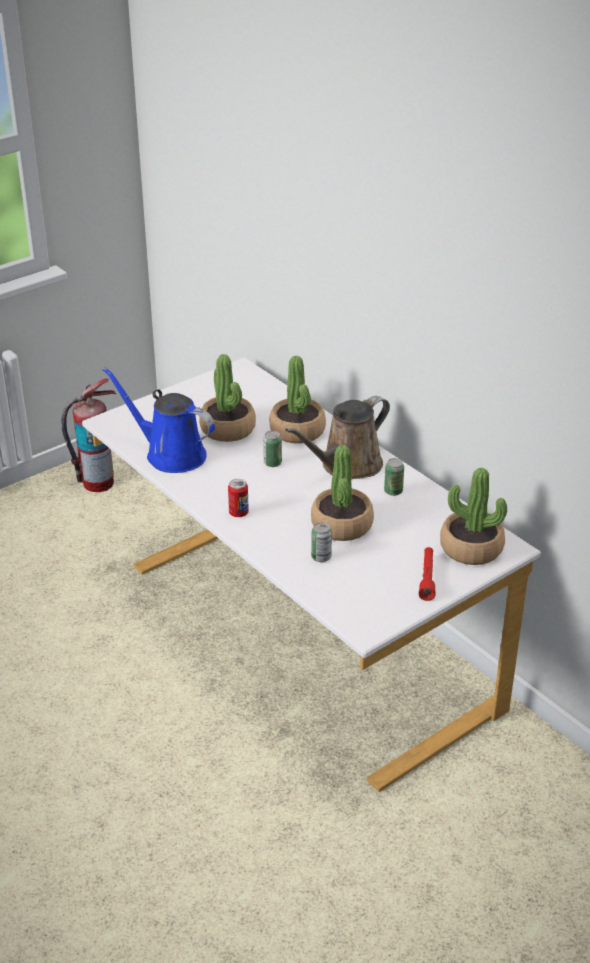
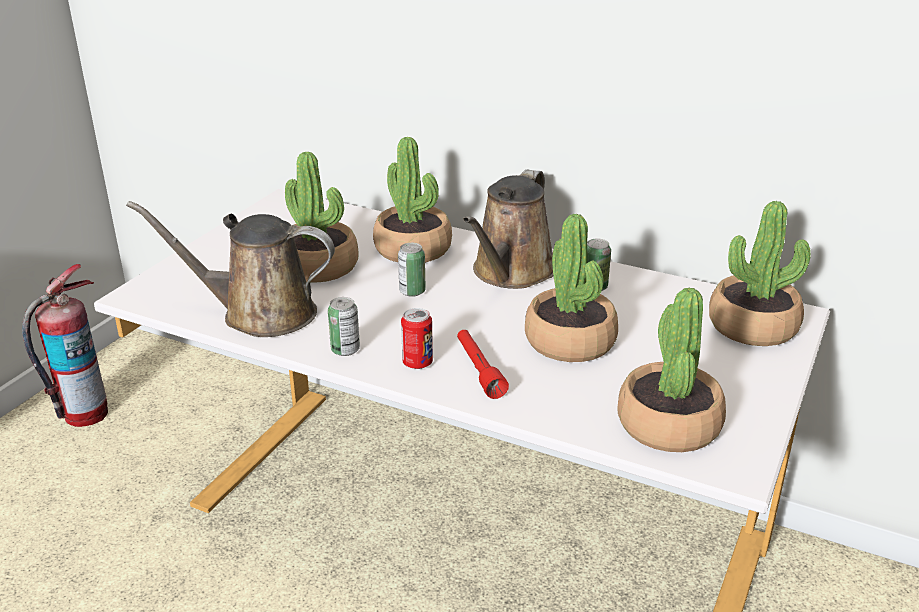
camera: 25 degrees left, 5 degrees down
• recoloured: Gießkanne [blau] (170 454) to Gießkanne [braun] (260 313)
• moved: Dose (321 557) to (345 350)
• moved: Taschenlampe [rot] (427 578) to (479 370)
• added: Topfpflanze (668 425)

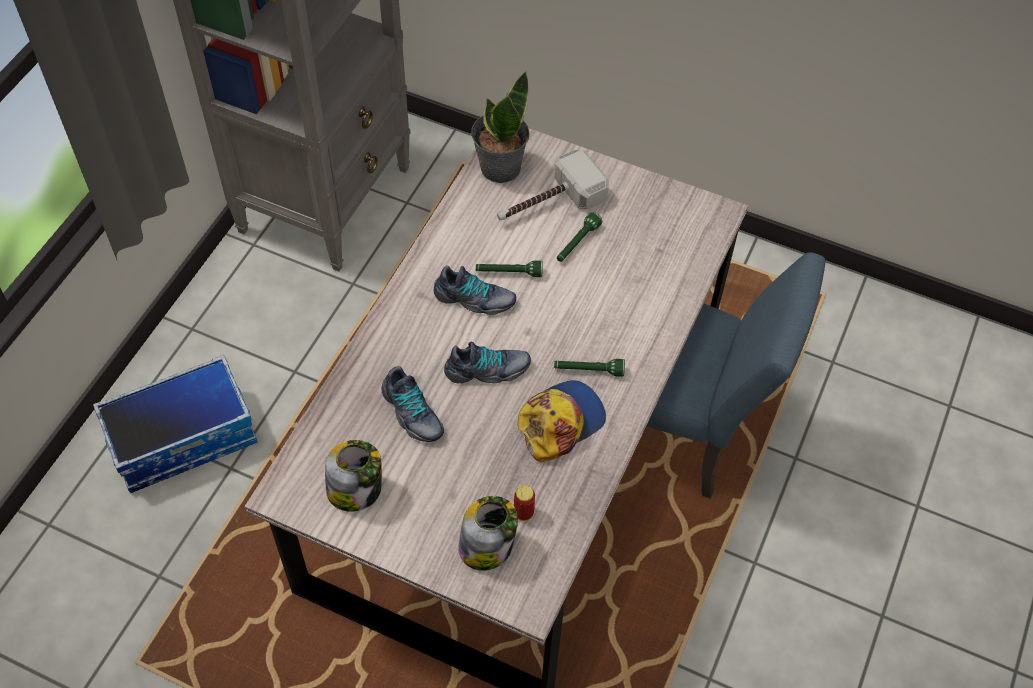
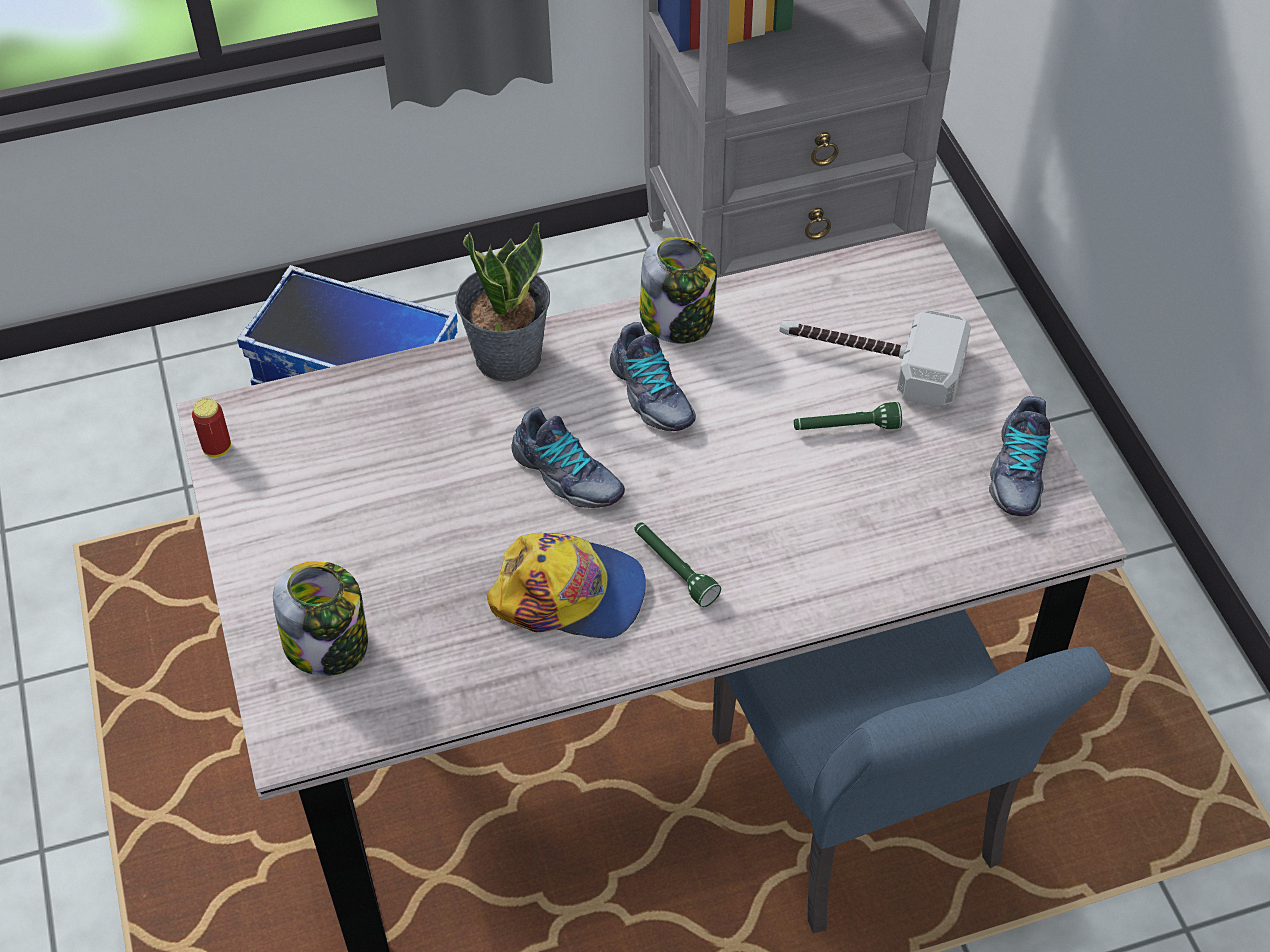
camera: 50 degrees right, 5 degrees down
• moved: Vorratsglas (356 489) to (678 320)
• moved: Schuh (411 413) to (1017 471)
• moved: Topfpflanze (499 167) to (507 356)
• removed: Taschenlampe [grün] (509 273)
• moved: Dose (523 513) to (217 448)

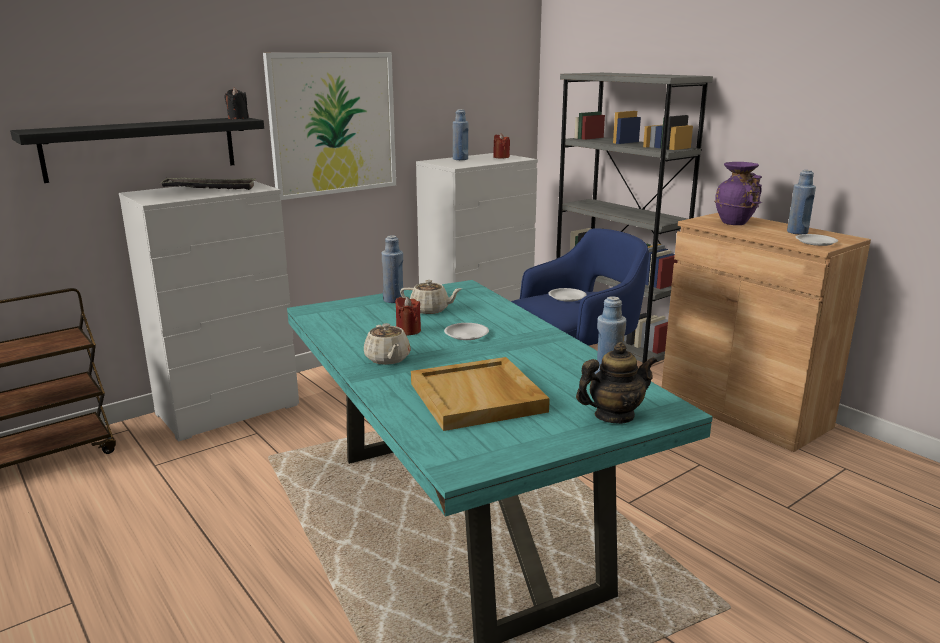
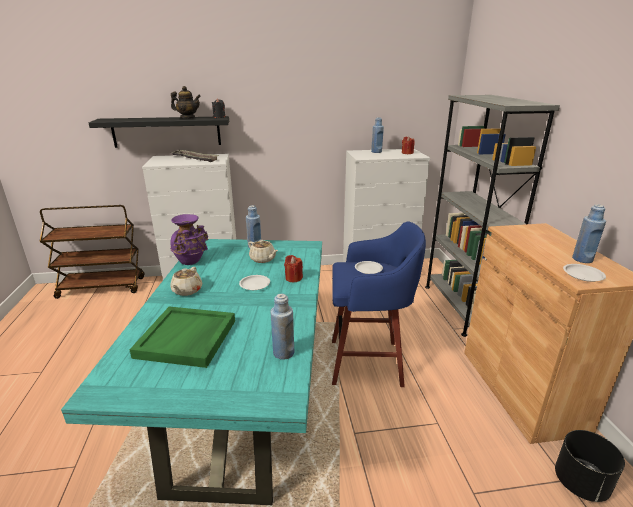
camera: 30 degrees right, 5 degrees up
• removed: Bild (333 124)
• moved: Kerze [rot] (408 331) to (293 278)
• recoloured: Tablett [beige] (478 398) to Tablett [grün] (187 339)
• moved: Teekanne (614 416) to (188 118)
• moved: Vase [lila] (735 222) to (191 261)
• added: Pflanzkübel [schwarz] (581 483)

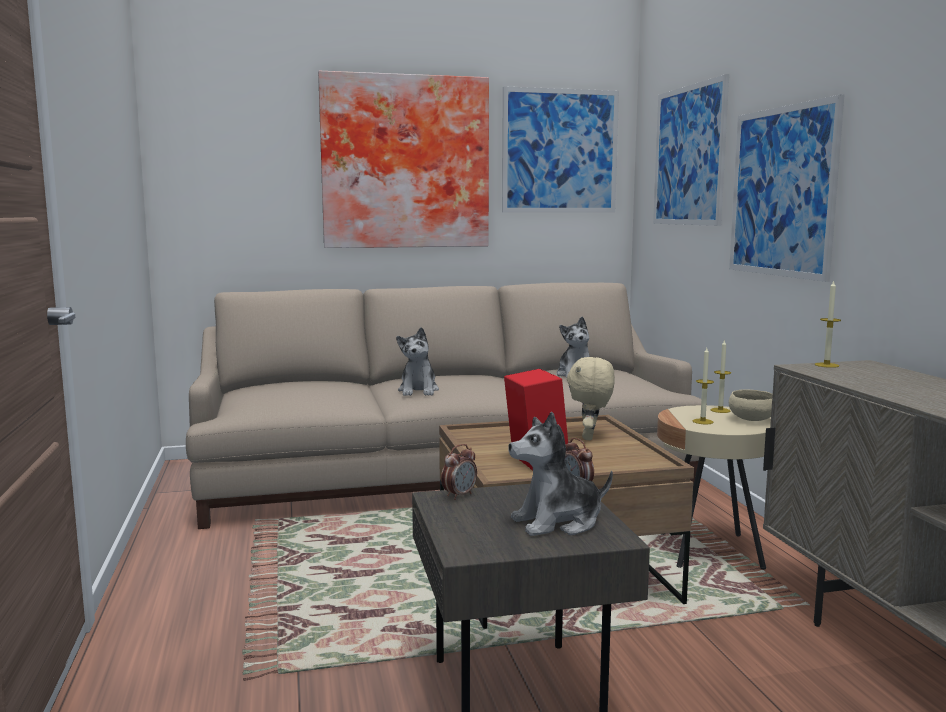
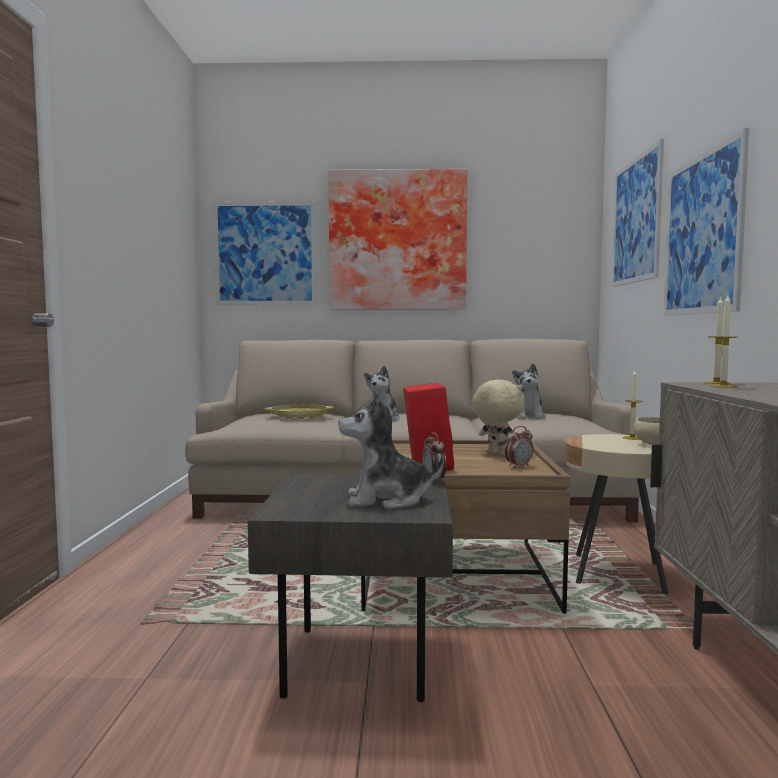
camera: 15 degrees right, 5 degrees down
• moved: Wecker (459 495) to (519 466)
• moved: Bild (560 151) to (265 253)
• turned: Plüschtier [beige] (590 437) = (496 454) 120 degrees clockwise
• moved: Kerze (702 421) to (723 386)
• added: Tablett [gelb] (299 416)

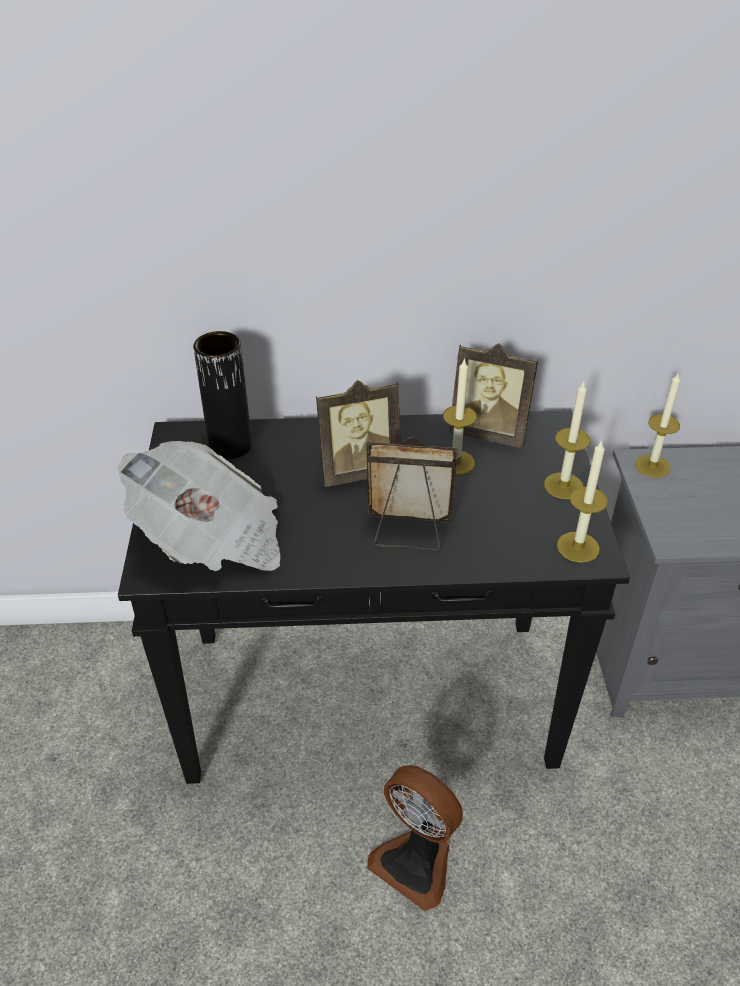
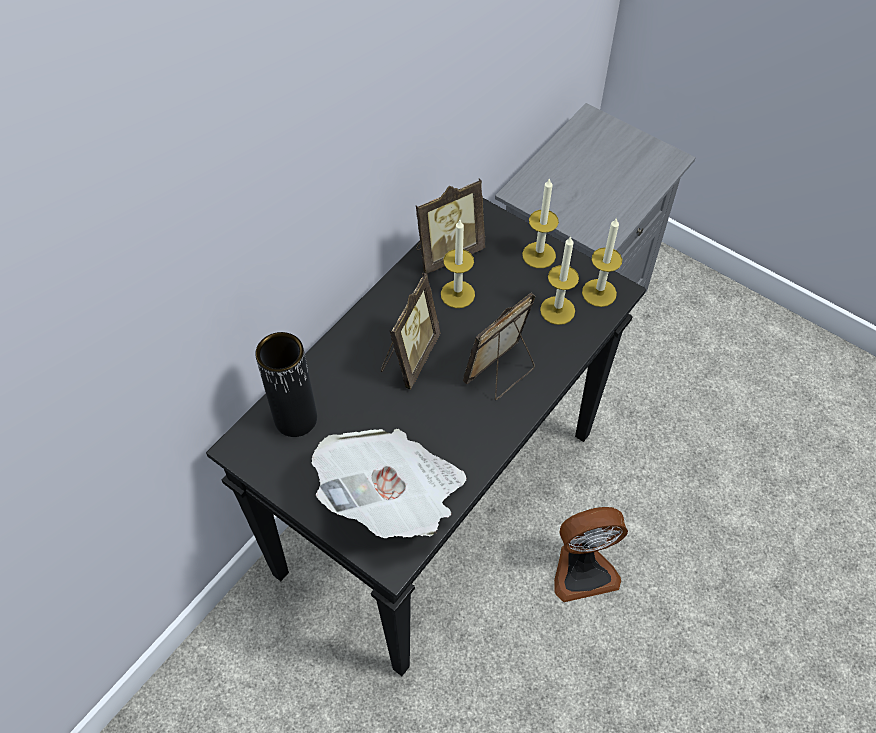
camera: 50 degrees left, 15 degrees up
• moved: Kerze (652 466) to (557 310)

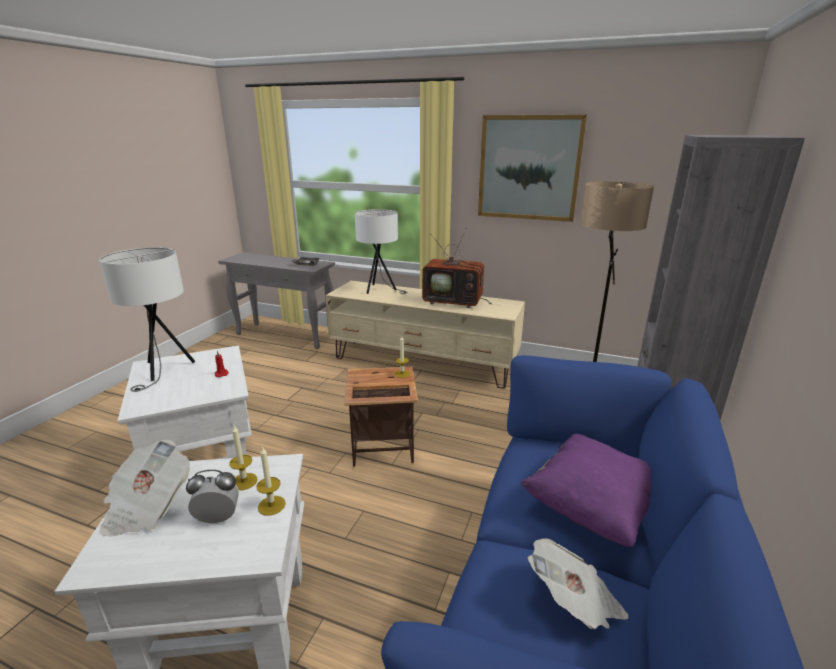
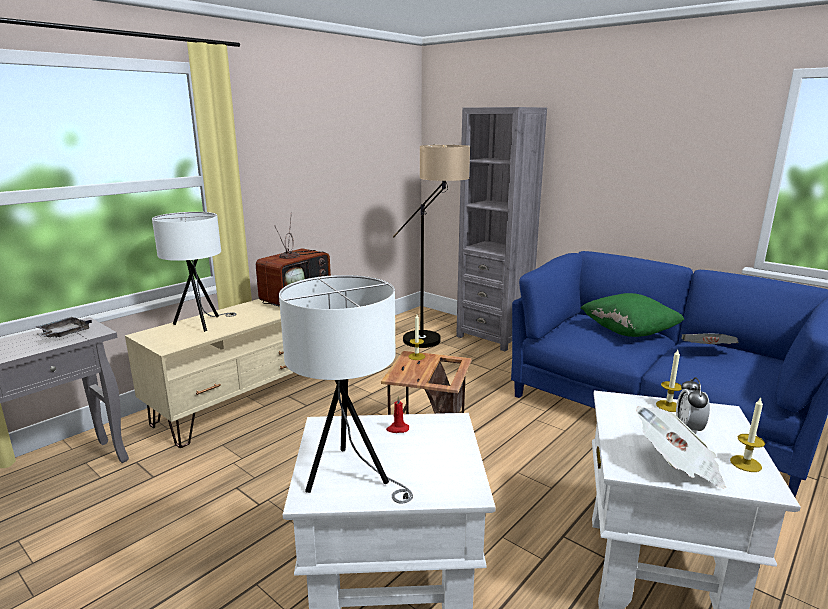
camera: 70 degrees left, 5 degrees down
• moved: Kerze (244 481) to (745 463)
• removed: Bild (529 168)
• recoloured: Kissen [lila] (593 507) to Kissen [grün] (628 332)

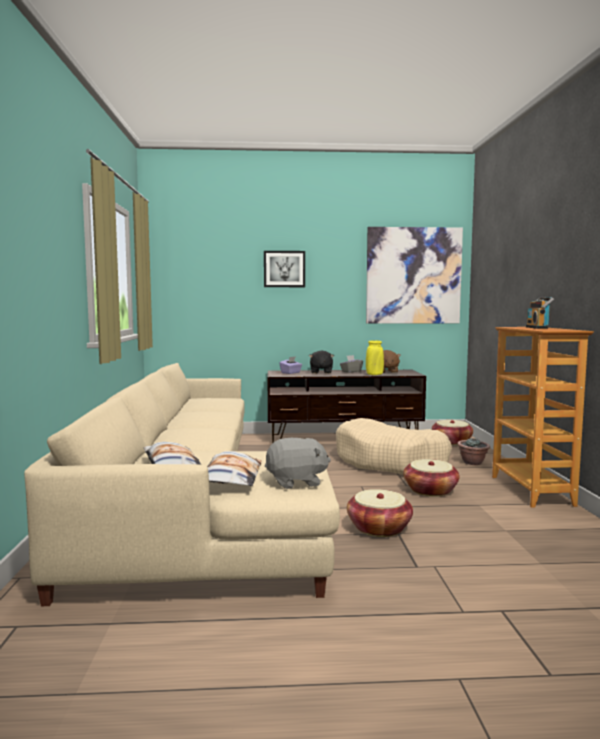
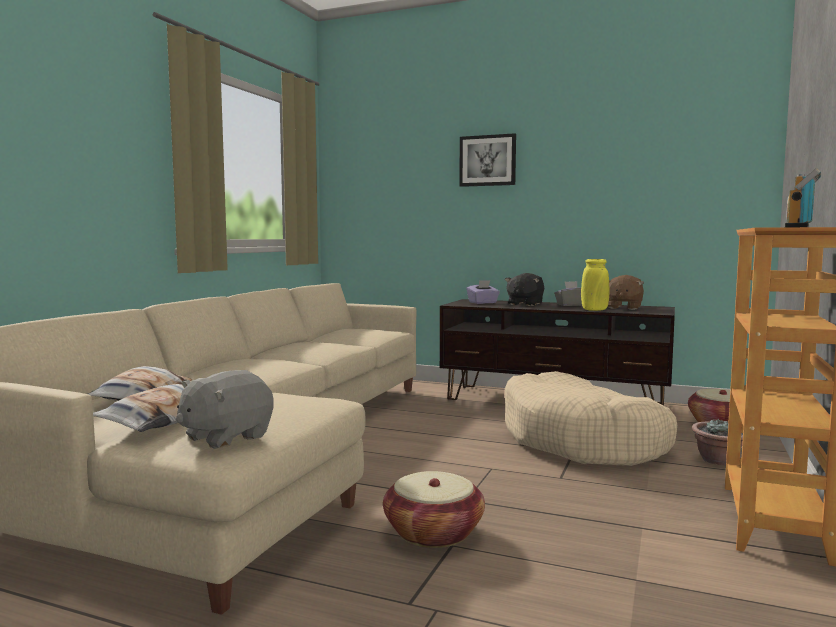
camera: 25 degrees right, 0 degrees up
• turned: Plüschtier [grau] (296 482) = (226 437) 120 degrees clockwise
• removed: Bild (413 276)
• removed: Korb (430 490)

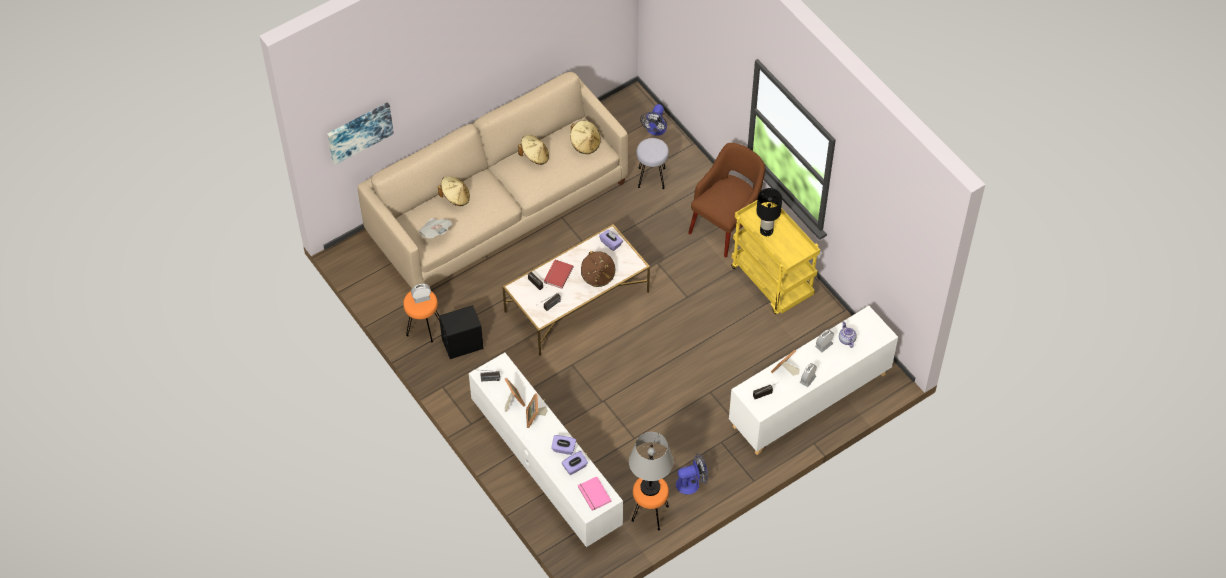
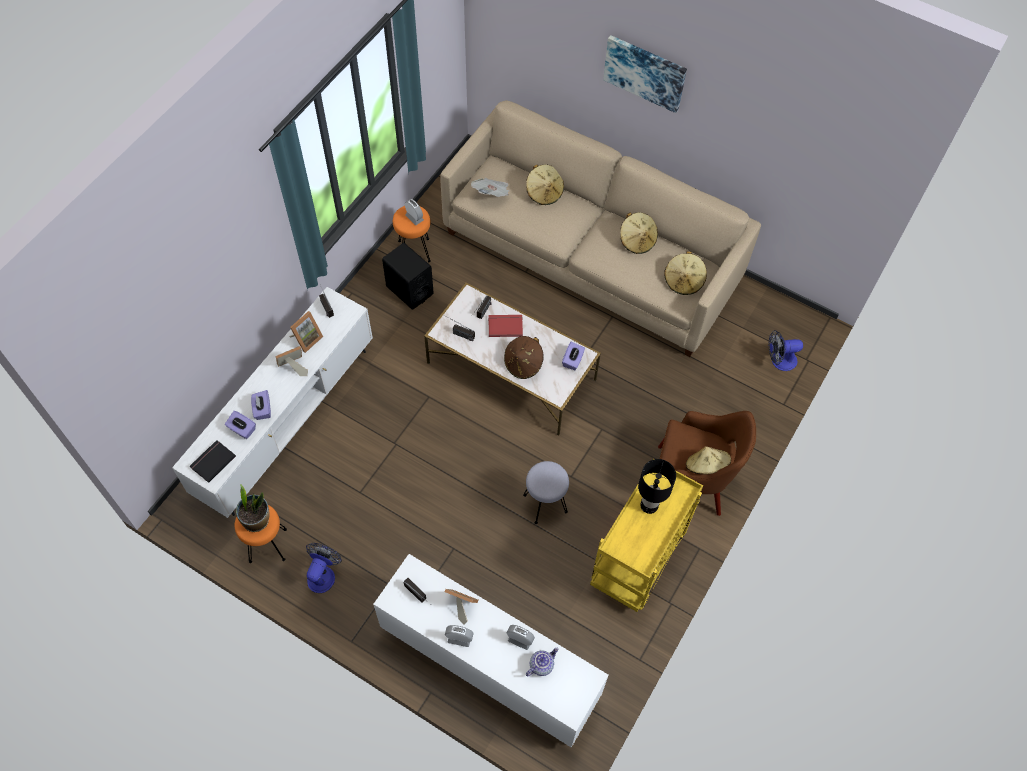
camera: 65 degrees right, 5 degrees up
• moved: Bild (359 132) to (645 72)
• recoloured: Buch [rosa] (593 495) to Buch [schwarz] (212 461)
• replaced: Tischlampe [grau] (650 487) to Topfpflanze (257 520)
• moved: Hocker [grau] (652 178) to (545 504)
• turned: Ventilator (692 483) = (323 574) 120 degrees counterclockwise
• added: Hut [beige] (706 468)

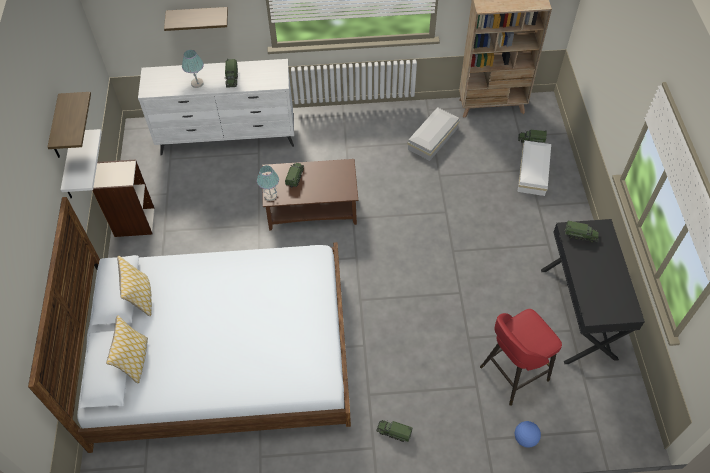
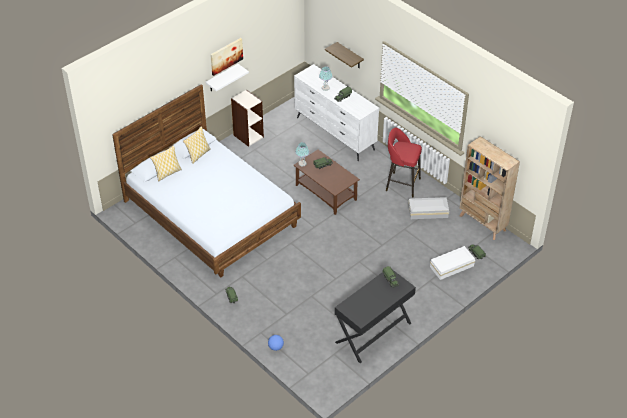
camera: 50 degrees right, 10 degrees down
• replaced: Wandregal (57 129) to Bild (226 56)
• moved: Hocker [rot] (512 374) to (401 184)

